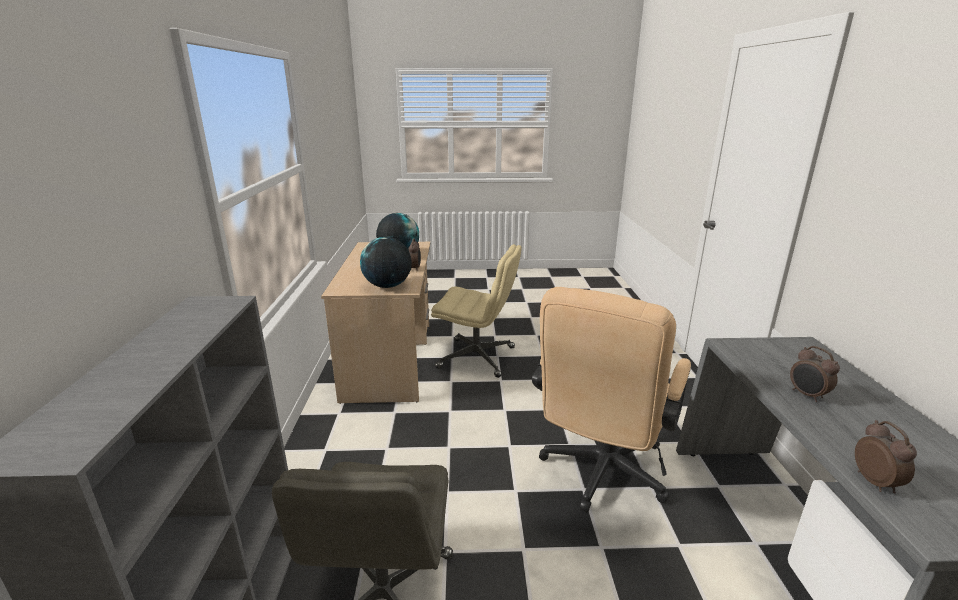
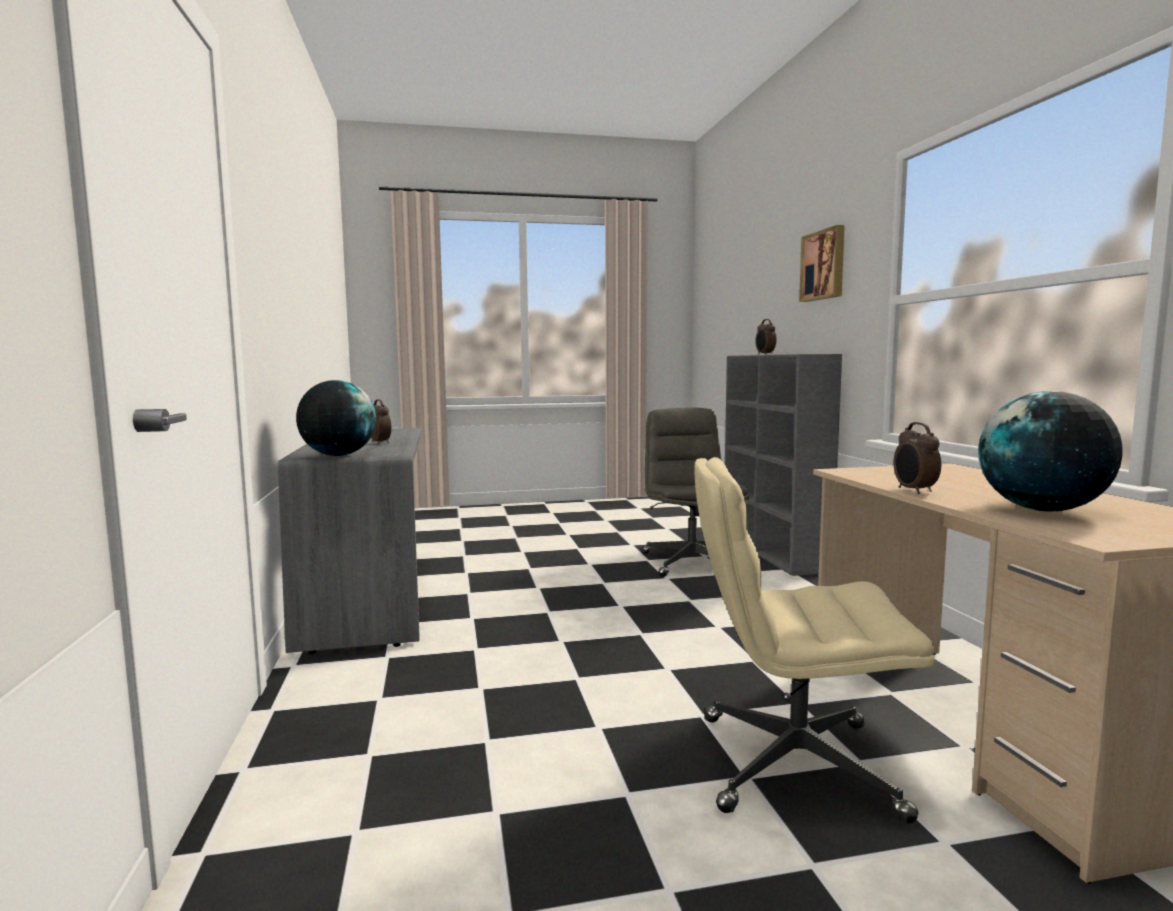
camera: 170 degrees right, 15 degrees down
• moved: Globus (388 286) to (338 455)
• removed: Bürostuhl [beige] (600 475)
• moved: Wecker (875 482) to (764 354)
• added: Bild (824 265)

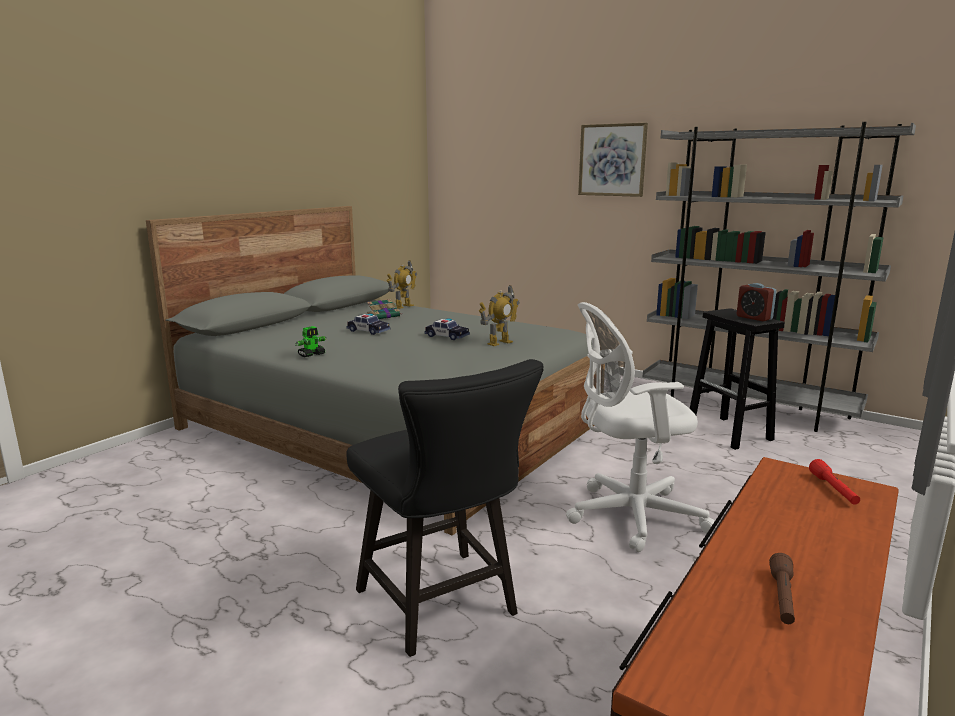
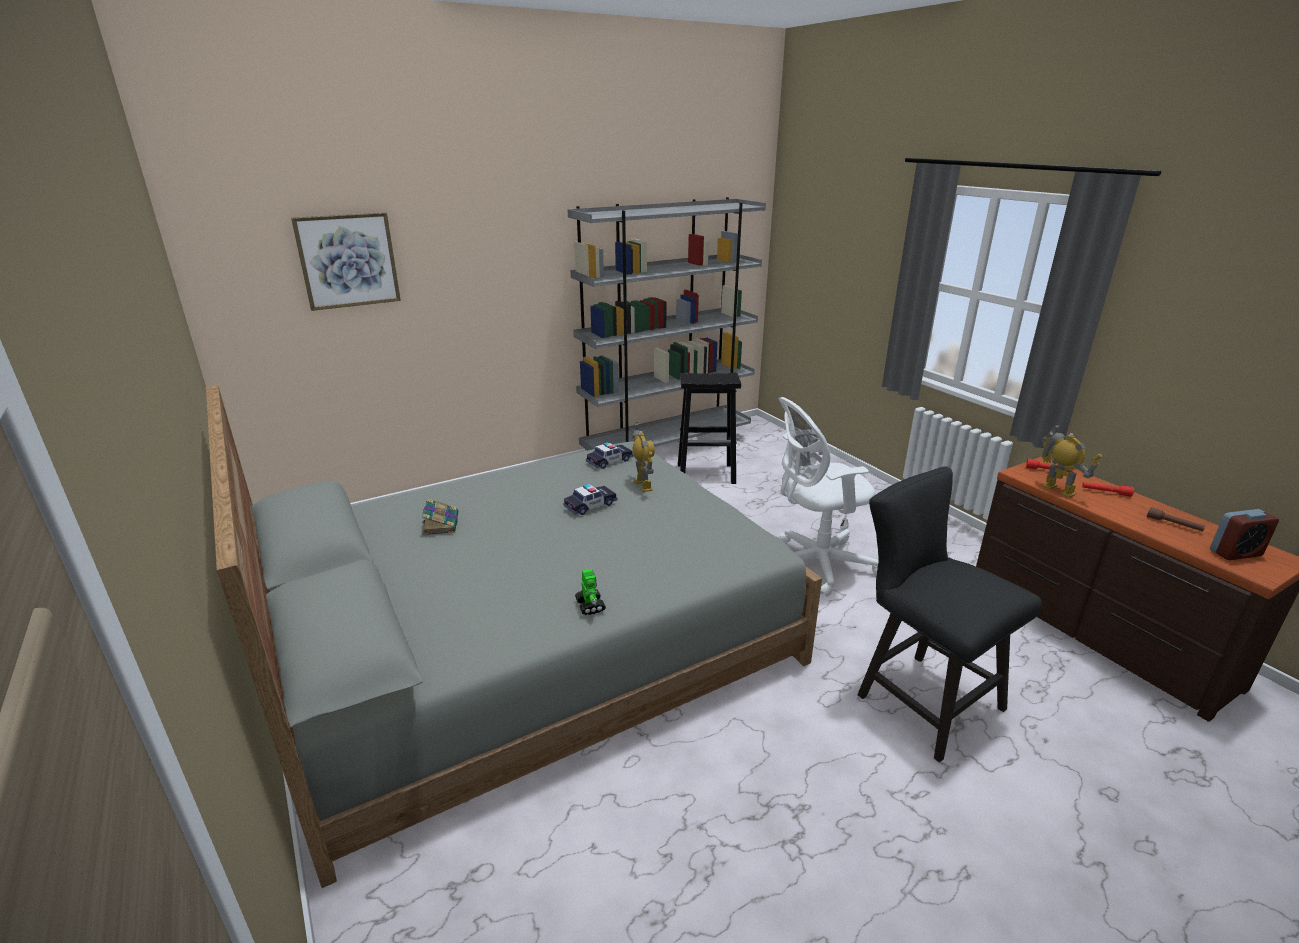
camera: 65 degrees left, 10 degrees up
• moved: Spielzeugauto (368 331) to (609 461)
• turned: Stuhl [schwarz] (443 607) = (920 697) 120 degrees counterclockwise
• moved: Spielzeugroboter (403 306) to (1058 490)
• turned: Bürostuhl [weiß] (629 516) = (815 565) 60 degrees clockwise
• moved: Bild (612 160) to (348 261)
• moved: Wecker (754 318) to (1235 553)
• added: Taschenlampe [rot] (1105 492)

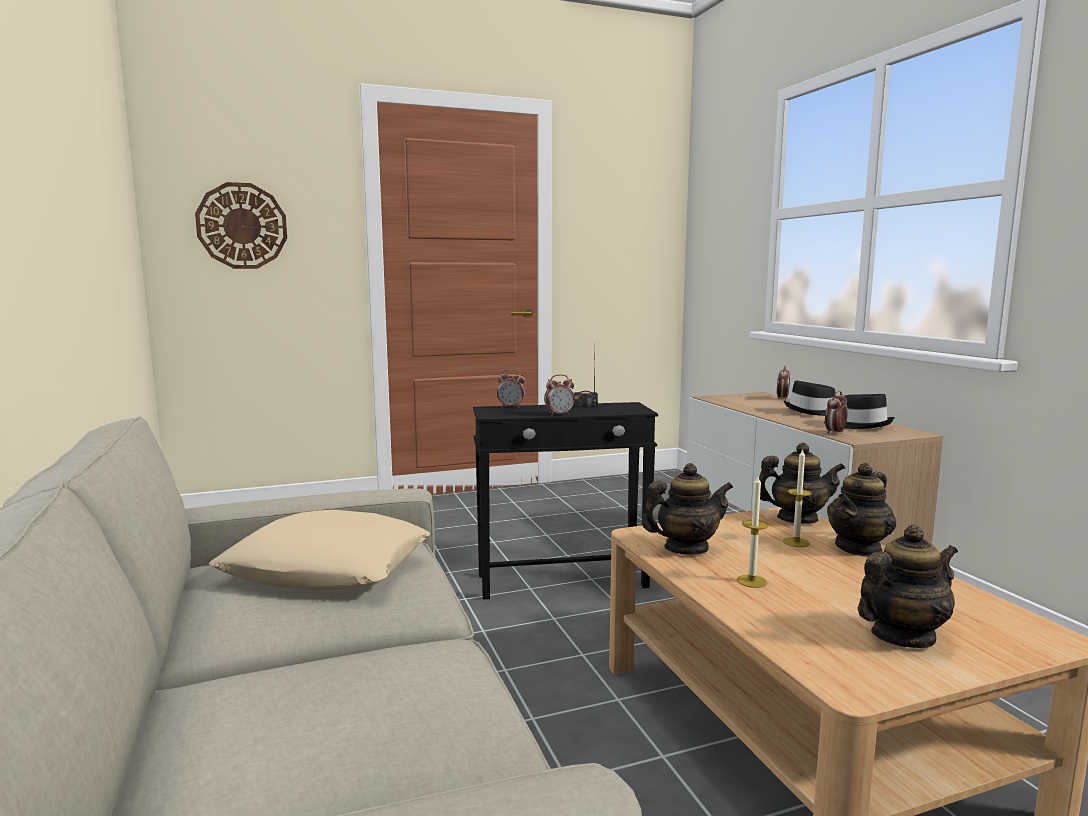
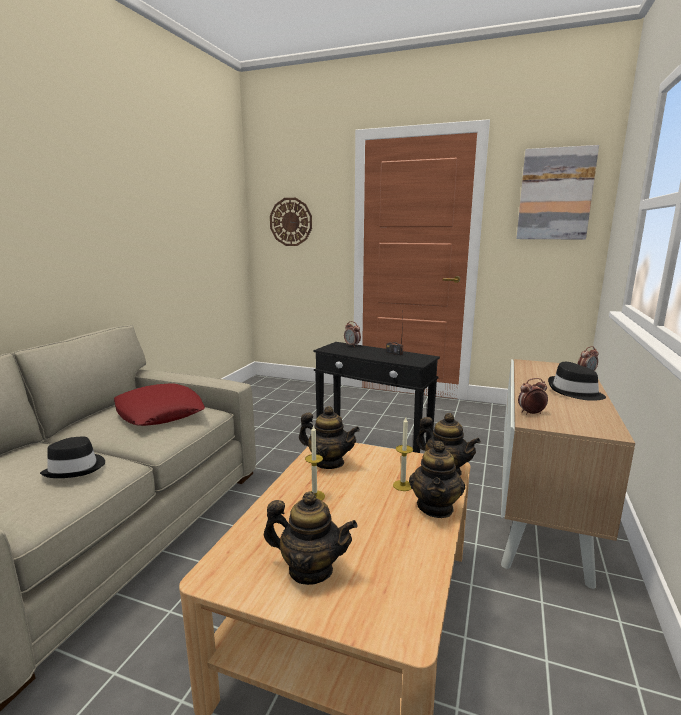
camera: 40 degrees right, 5 degrees up
• recoloured: Kissen [beige] (326 567) to Kissen [rot] (159 413)
• removed: Wecker (559 414)
• moved: Hut [schwarz] (858 425) to (76 468)
• turned: Teekanne (859 548) = (435 507) 75 degrees counterclockwise
• added: Bild (555 194)

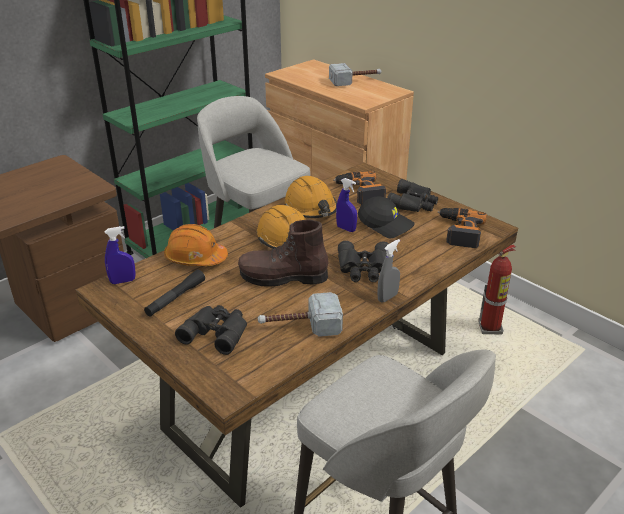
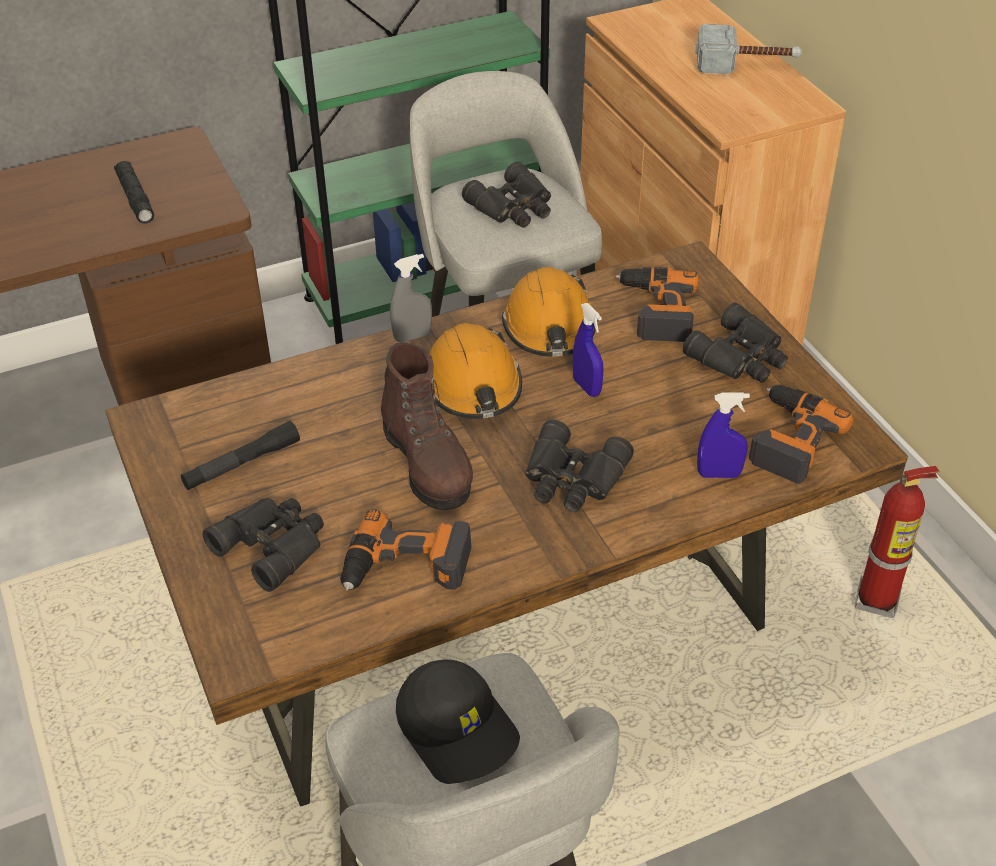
camera: 20 degrees right, 10 degrees up
• moved: Sprühflasche [blau] (123 281) to (719 474)
• removed: Schutzhelm [orange] (195 258)
• turned: Stiefel [braun] (283 277) = (427 464) 135 degrees counterclockwise
• replaced: Hammer (300 326) to Bohrmaschine (406 567)
• moved: Kappe [schwarz] (386 224) to (459 730)
• moved: Sprühflasche [grau] (387 297) to (412 336)
• added: Taschenlampe [schwarz] (135 198)
• added: Fernglas [schwarz] (514 207)

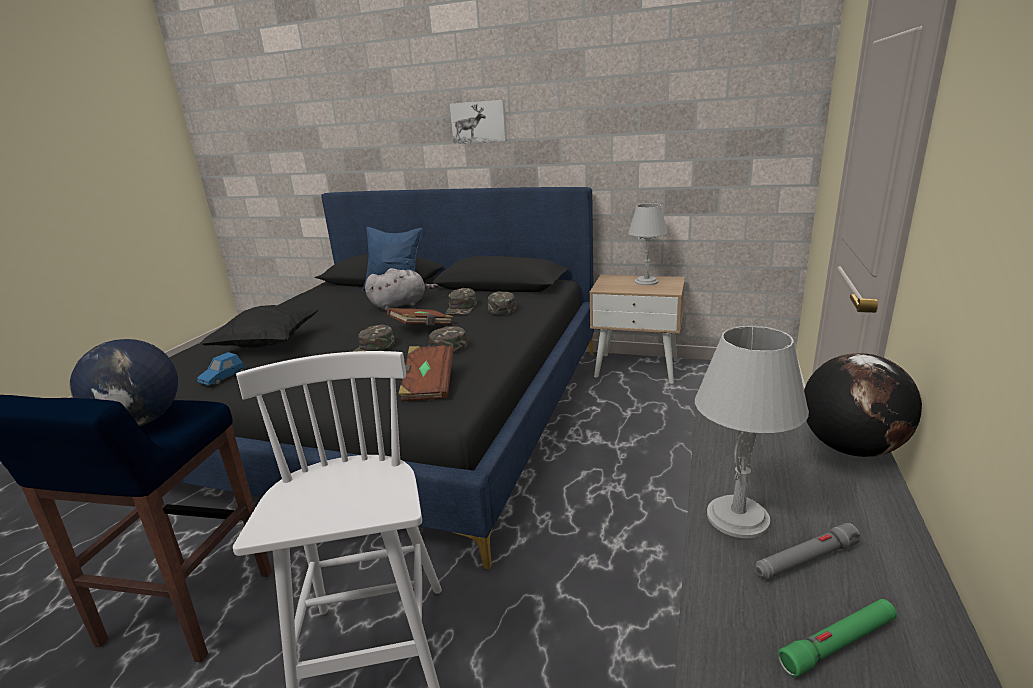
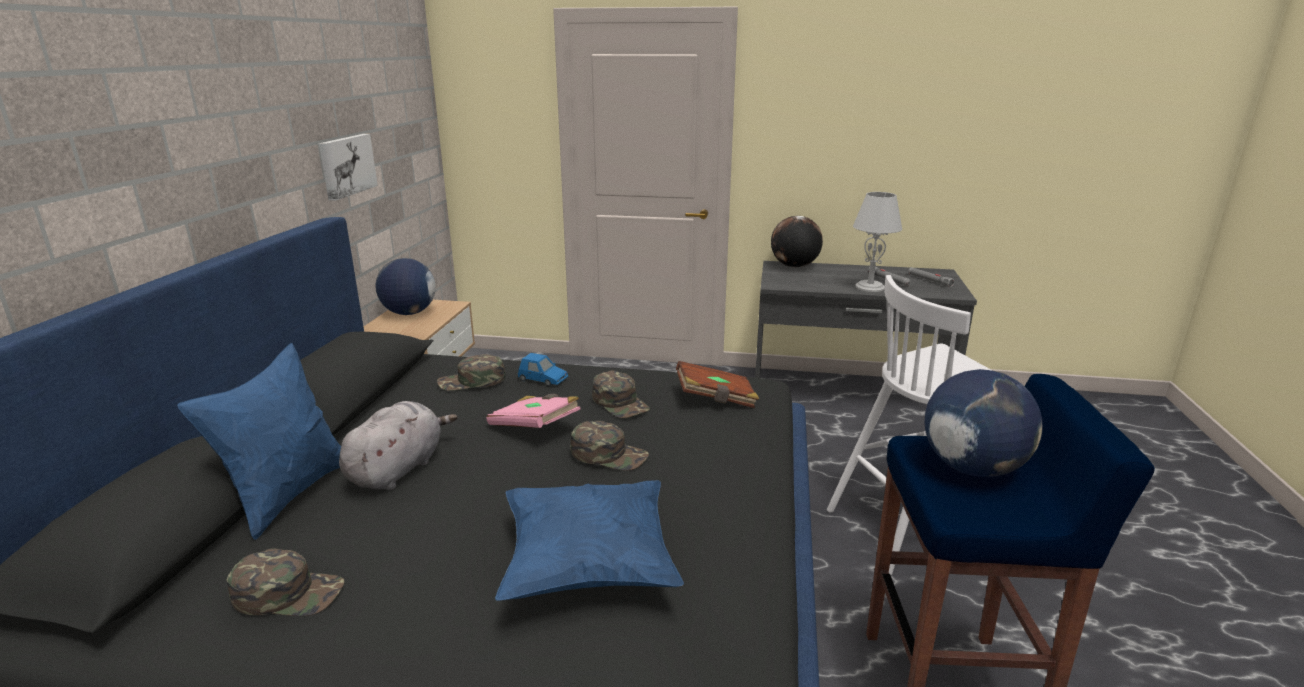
camera: 100 degrees left, 0 degrees up
• moved: Spielzeugauto [blau] (223 378) to (543 379)
• recoloured: Kissen [schwarz] (267 344) to Kissen [blau] (588 566)
• turned: Plüschtier [grau] (401 305) = (398 469) 60 degrees clockwise
• recoloured: Buch [braun] (422 328) to Buch [rosa] (535 427)
• moved: Kappe [grün] (461 308) to (288 593)
• moved: Bild (479 122) to (346 165)
• replaced: Tischlampe [grau] (646 281) to Globus (409 313)
• recoloured: Taschenlampe [grün] (839 643) to Taschenlampe [grau] (929 280)

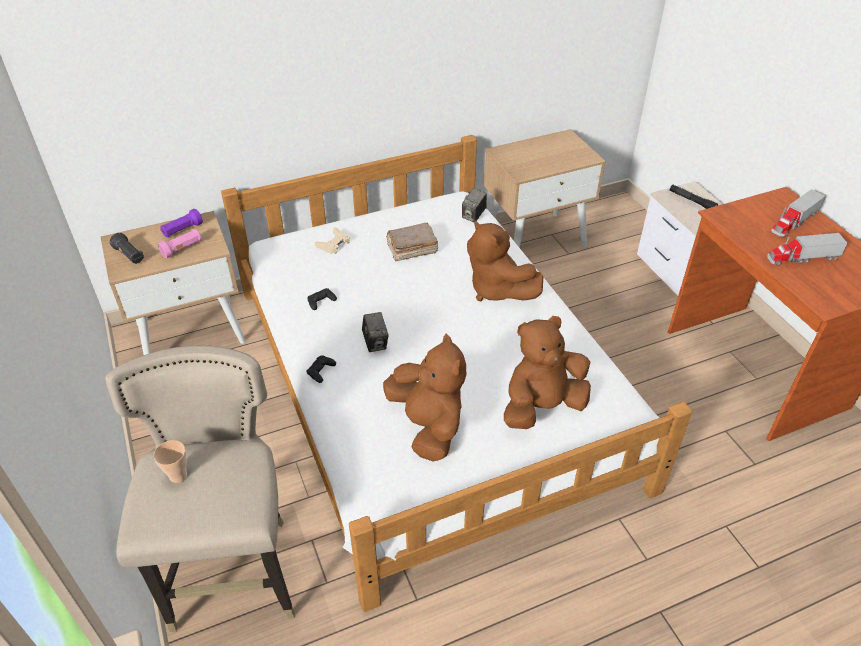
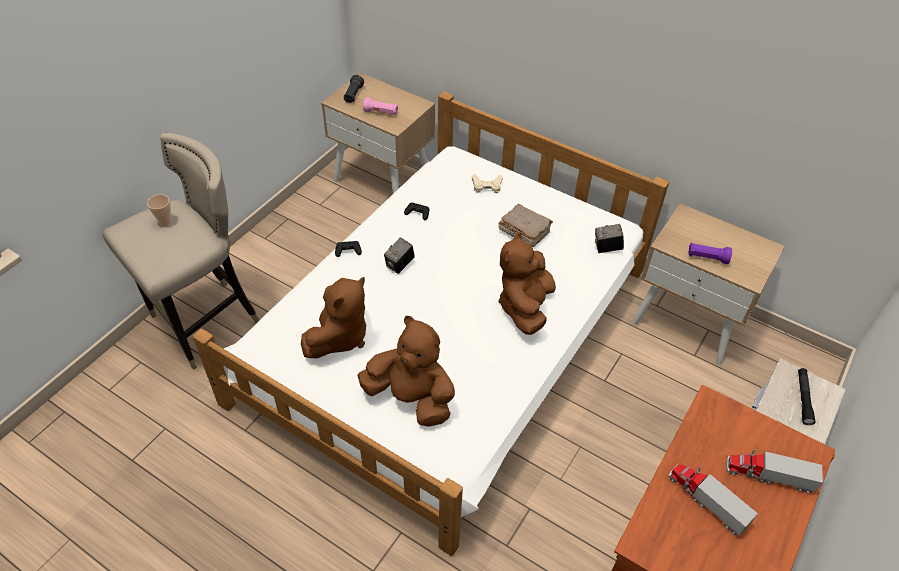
camera: 55 degrees right, 5 degrees up
• moved: Taschenlampe [lila] (182 230) to (707 258)

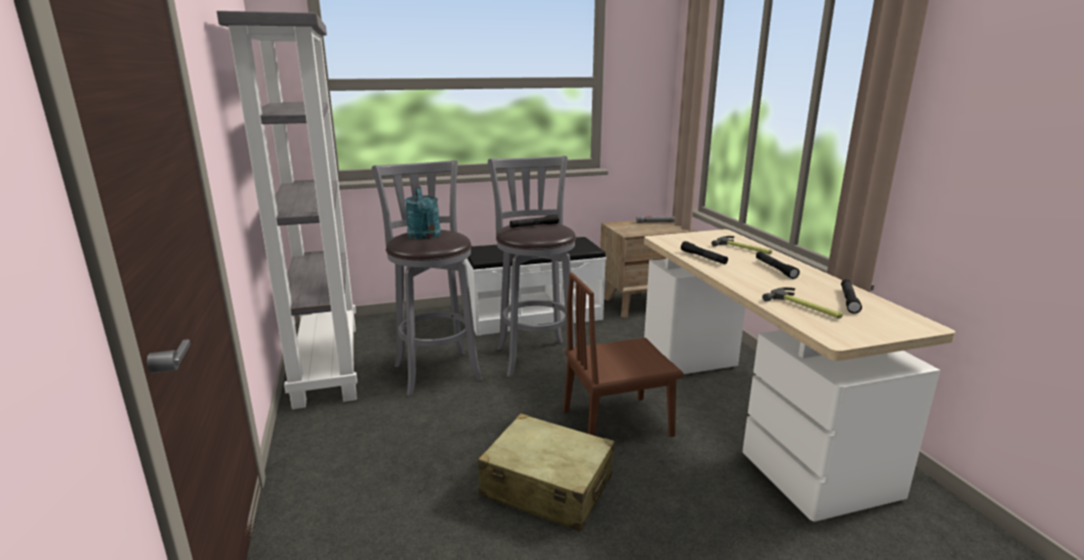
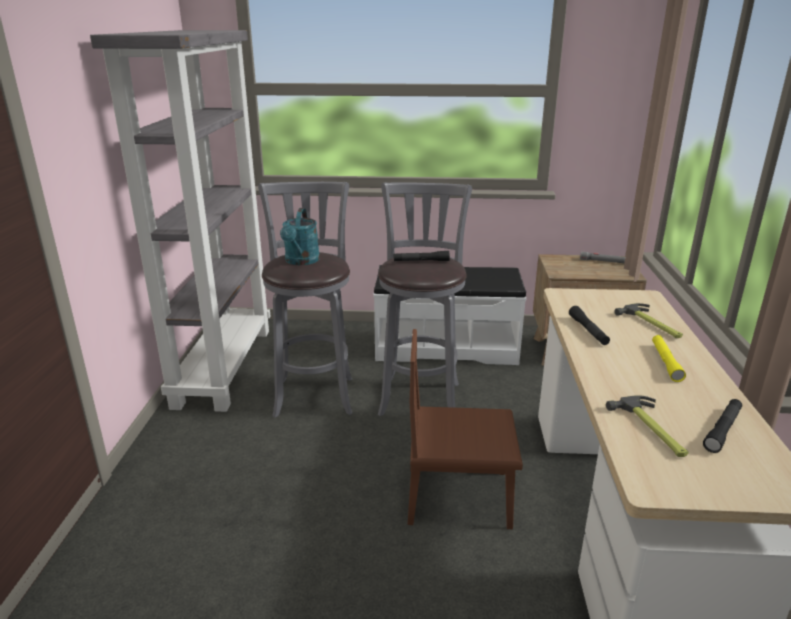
camera: 20 degrees right, 5 degrees up
• removed: Koffer [beige] (546 486)
• recoloured: Taschenlampe [schwarz] (775 269) to Taschenlampe [gelb] (666 362)

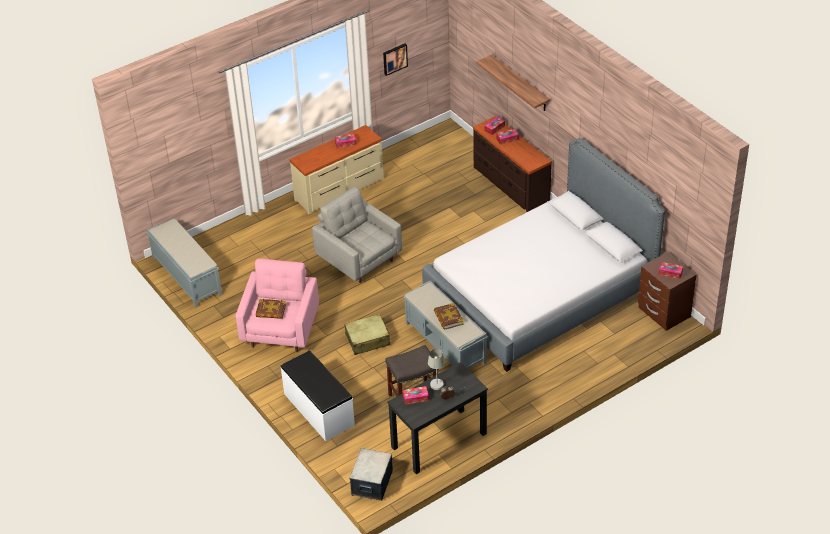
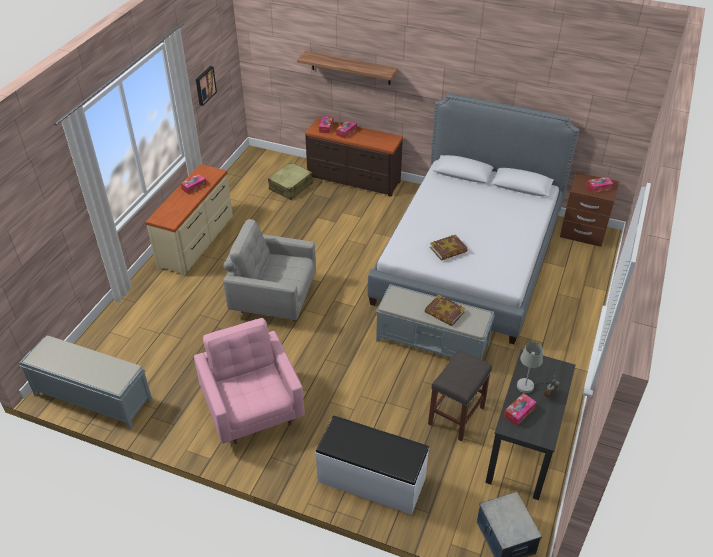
camera: 35 degrees left, 0 degrees up
• moved: Buch (271 311) to (448 250)
• moved: Koffer [beige] (368 340) to (291 186)

